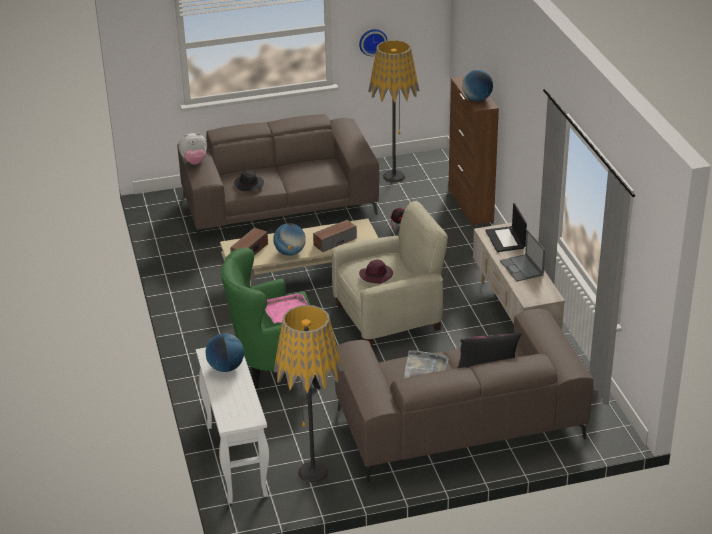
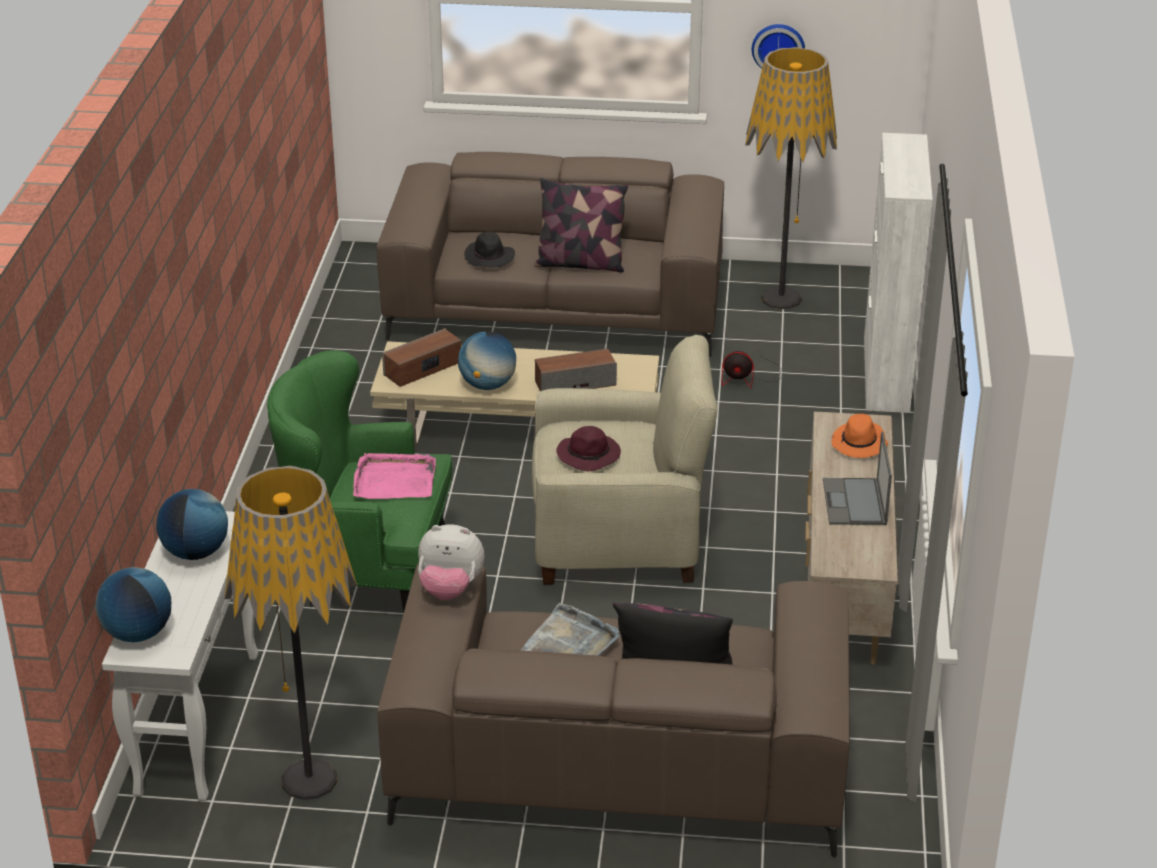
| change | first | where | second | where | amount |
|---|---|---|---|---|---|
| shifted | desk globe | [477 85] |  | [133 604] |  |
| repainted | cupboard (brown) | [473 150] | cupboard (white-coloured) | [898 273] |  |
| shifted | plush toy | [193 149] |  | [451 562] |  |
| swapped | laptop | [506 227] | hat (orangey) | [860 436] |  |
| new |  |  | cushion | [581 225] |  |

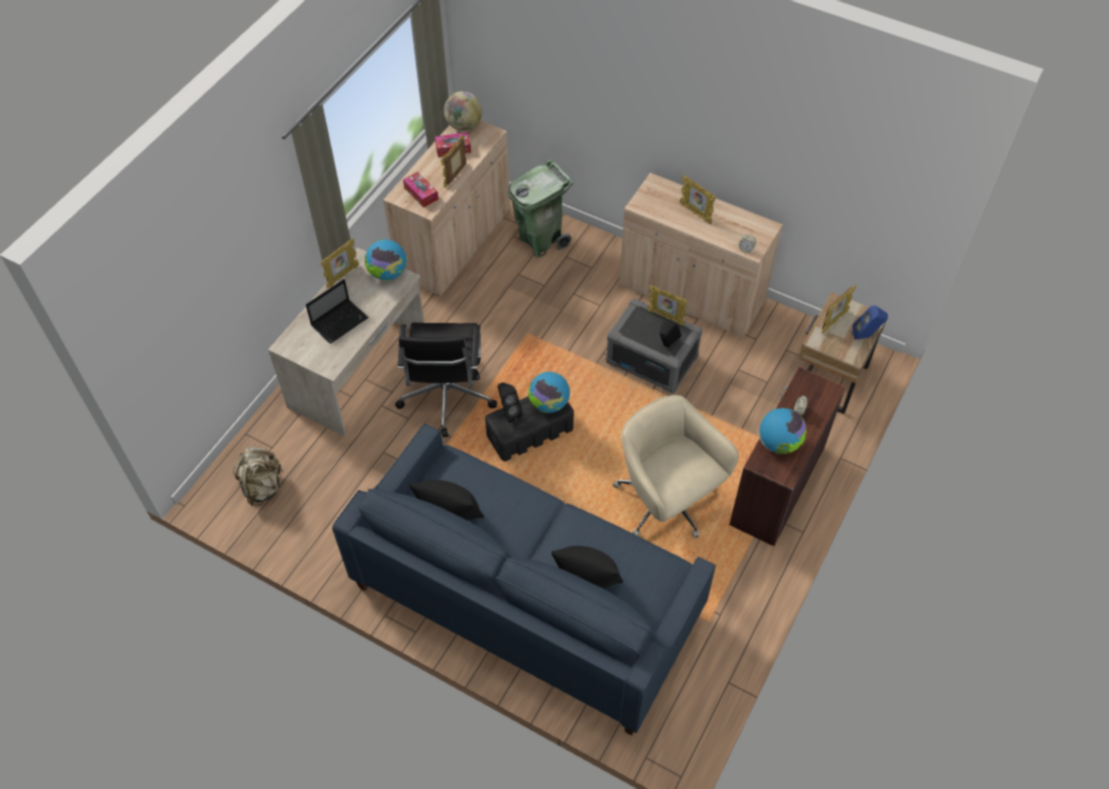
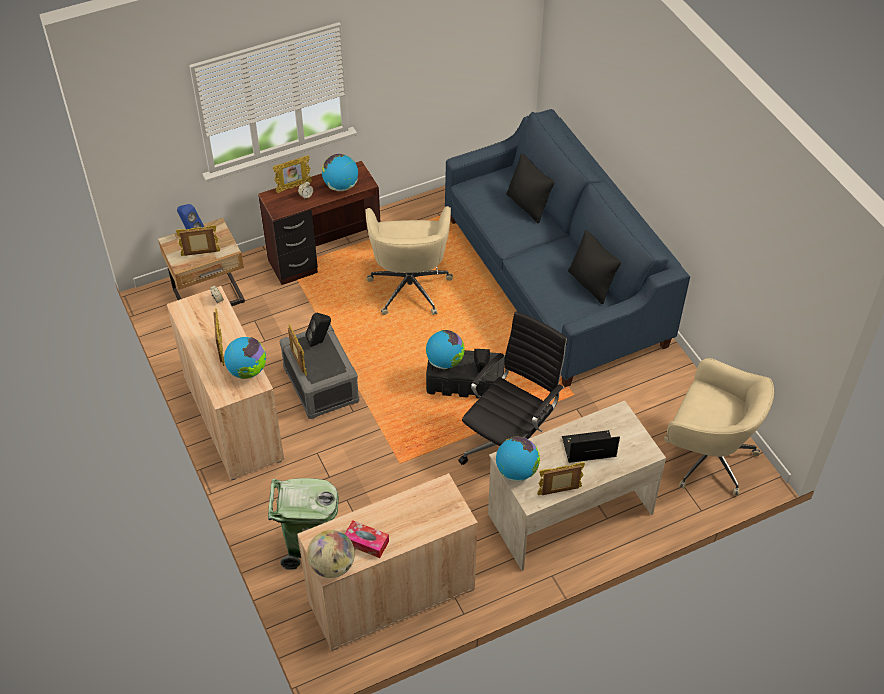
| change | first | where | second | where | amount |
|---|---|---|---|---|---|
| shifted | standing frame | [453 161] |  | [292 174] |  |
| gone | box of tissues | [420 190] |  |  |  |
| swapped | backpack (beige-coloured) | [258 476] | office chair (beige-coloured) | [719 427] |  |
| new |  |  | desk globe | [245 358] |  |

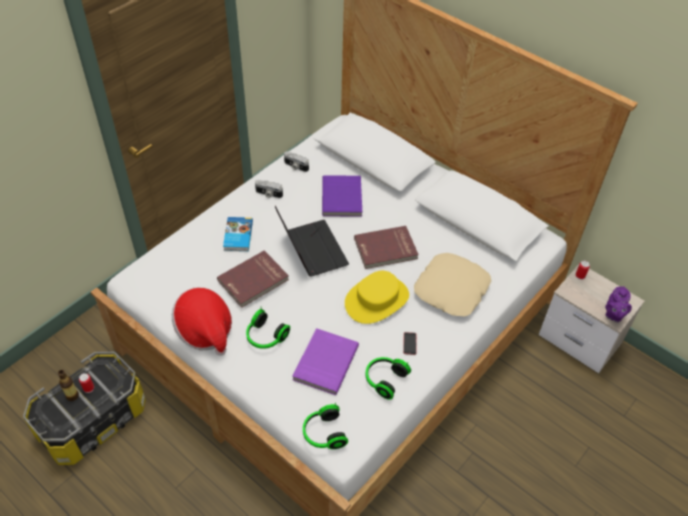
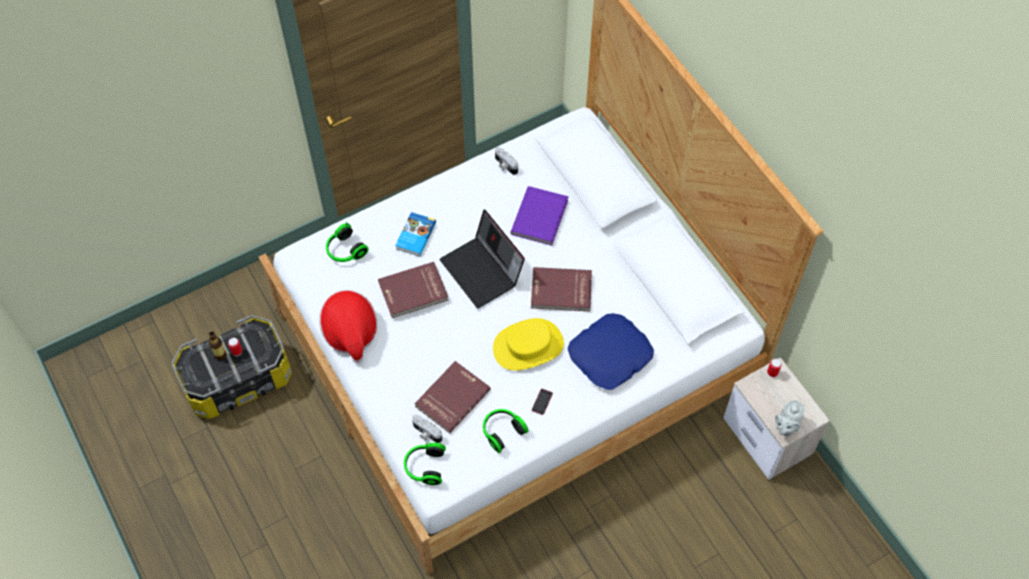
| change | first | where | second | where | amount |
|---|---|---|---|---|---|
| shifted | photo camera | [269 189] |  | [427 429] |  |
| rotated | laptop | [312 241] |  | [482 259] | 150 degrees clockwise |
| repainted | cushion (beige-coloured) | [452 284] | cushion (blue-coloured) | [611 351] |  |
| repainted | tea pot (purple) | [618 304] | tea pot (gray) | [790 418] |  |
| shifted | pair of headphones | [268 327] |  | [347 241] |  |
| repainted | volume (purple) | [325 361] | volume (reddish) | [453 397] |  |

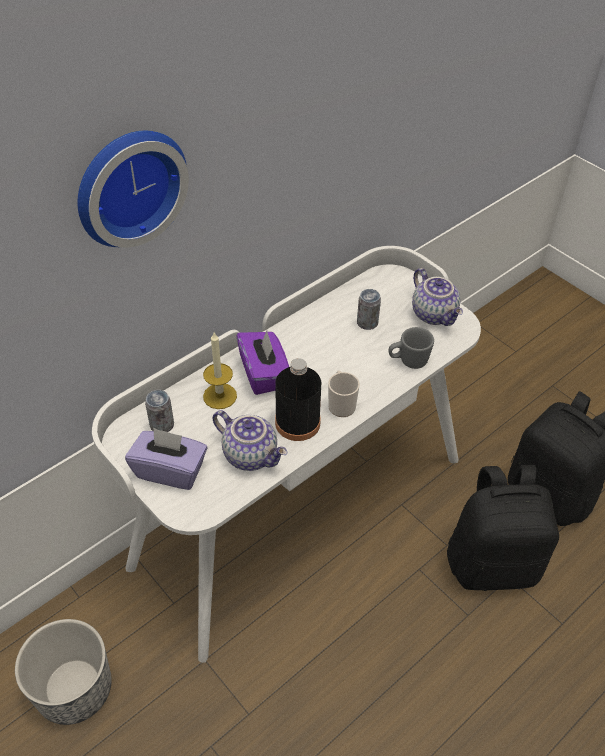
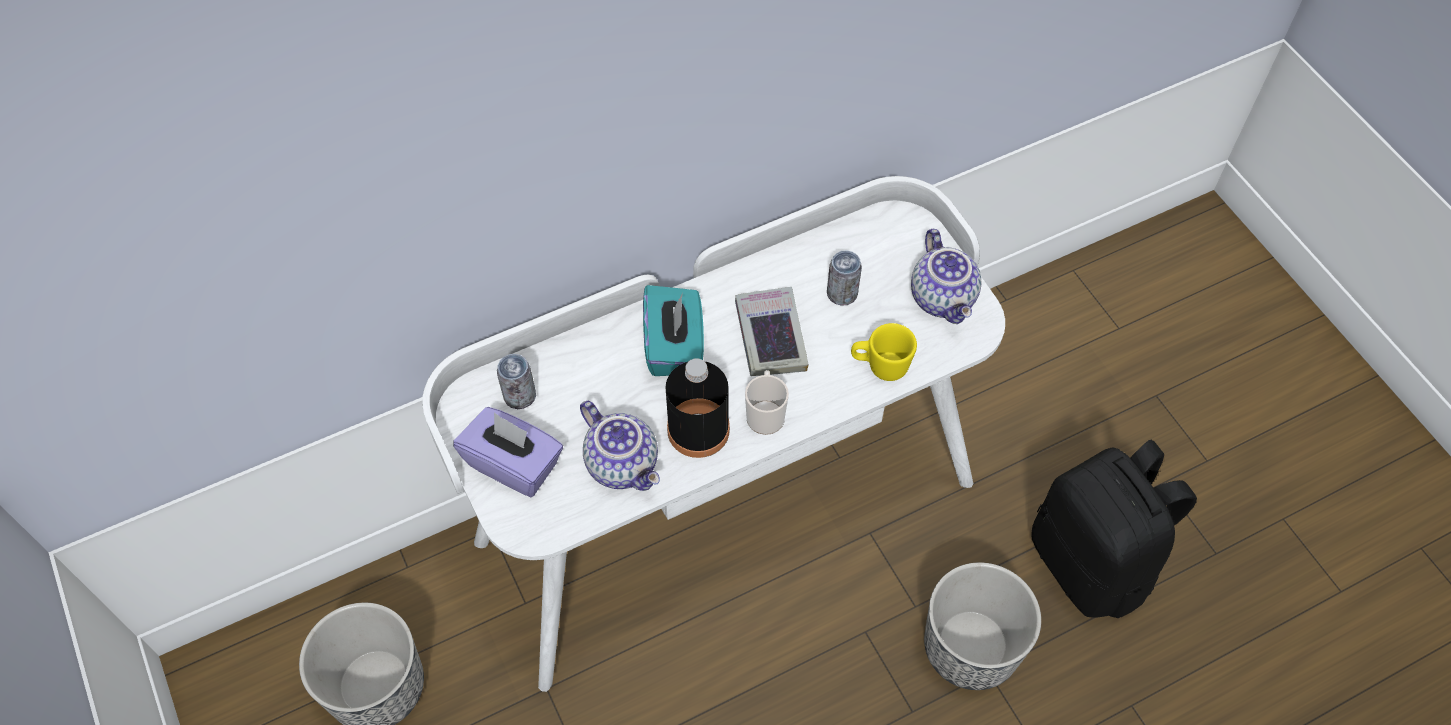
| change | first | where | second | where | amount |
|---|---|---|---|---|---|
| gone | wall clock | [133 189] |  |  |  |
| repainted | tea mug (gray) | [411 348] | tea mug (yellow-coloured) | [884 352] |  |
| repainted | box of tissues (purple) | [262 363] | box of tissues (blue-green) | [673 330] |  |
| gone | candle | [220 371] |  |  |  |
| swapped | backpack (blackish) | [503 528] | planter | [982 626] |  |
| new |  |  | volume | [772 331] |  |

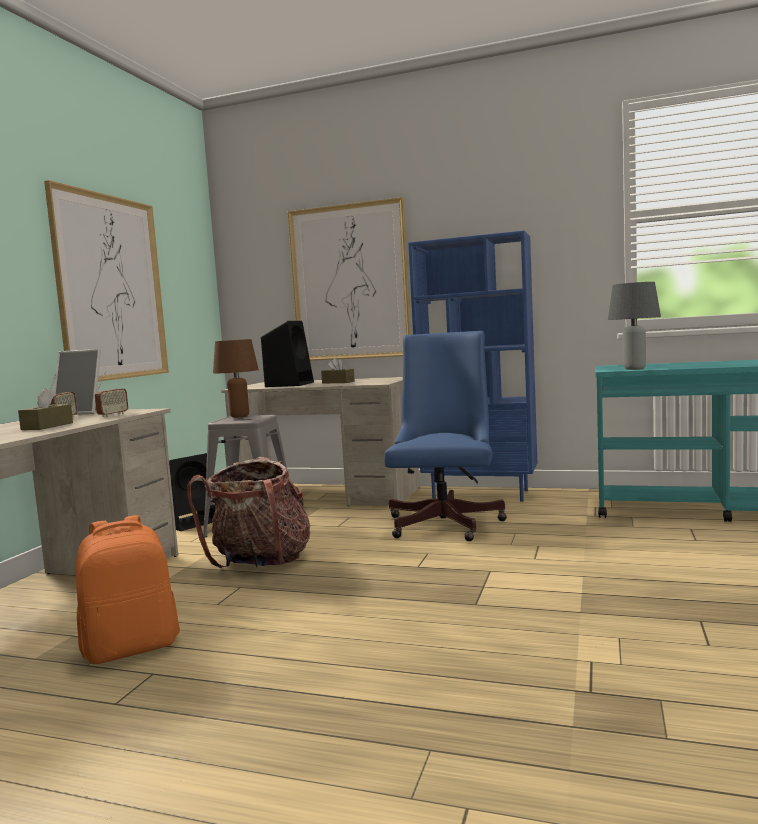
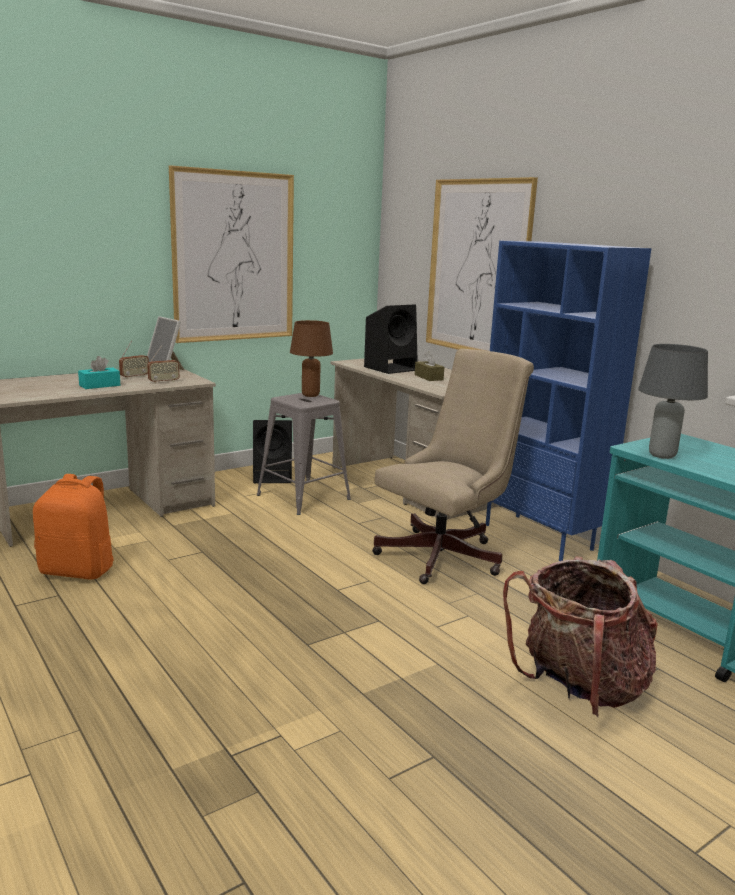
| change | first | where | second | where | amount |
|---|---|---|---|---|---|
| repainted | office chair (blue-coloured) | [445 436] | office chair (beige-coloured) | [453 466] |  |
| repainted | box of tissues (brown) | [45 409] | box of tissues (blue-green) | [99 372] |  |
| shifted | backpack | [249 512] |  | [580 636] |  |

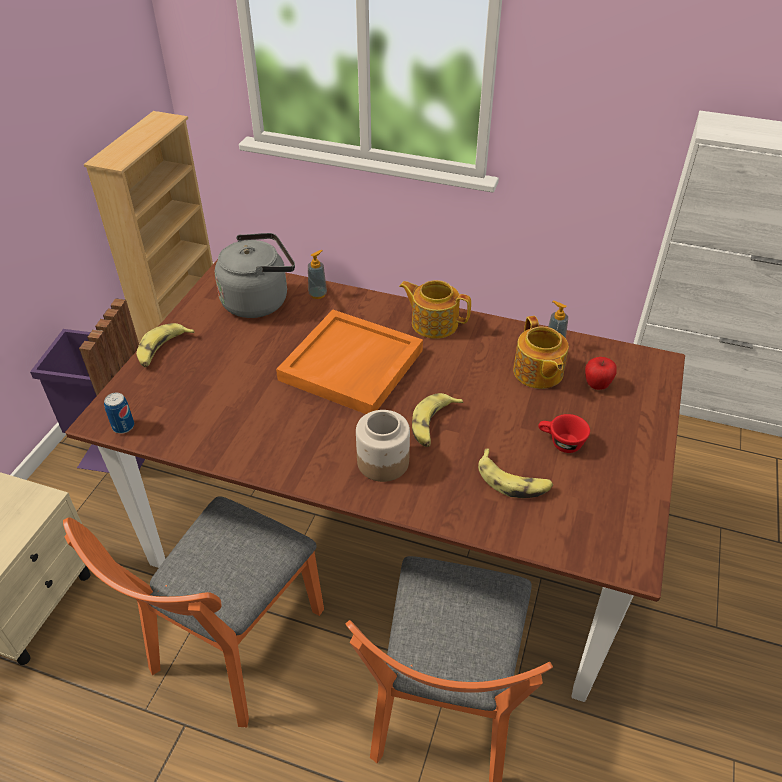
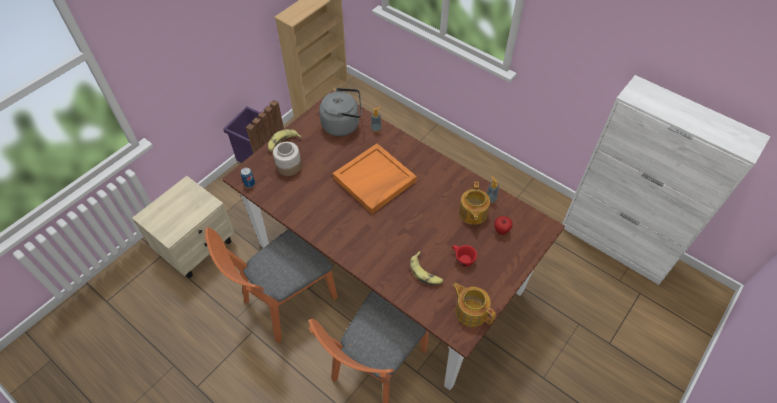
| change | first | where | second | where | amount |
|---|---|---|---|---|---|
| shifted | tea pot | [435 309] |  | [474 305] |  |
| gone | whole banana | [437 420] |  |  |  |
| shifted | jar | [383 446] |  | [287 159] |  |

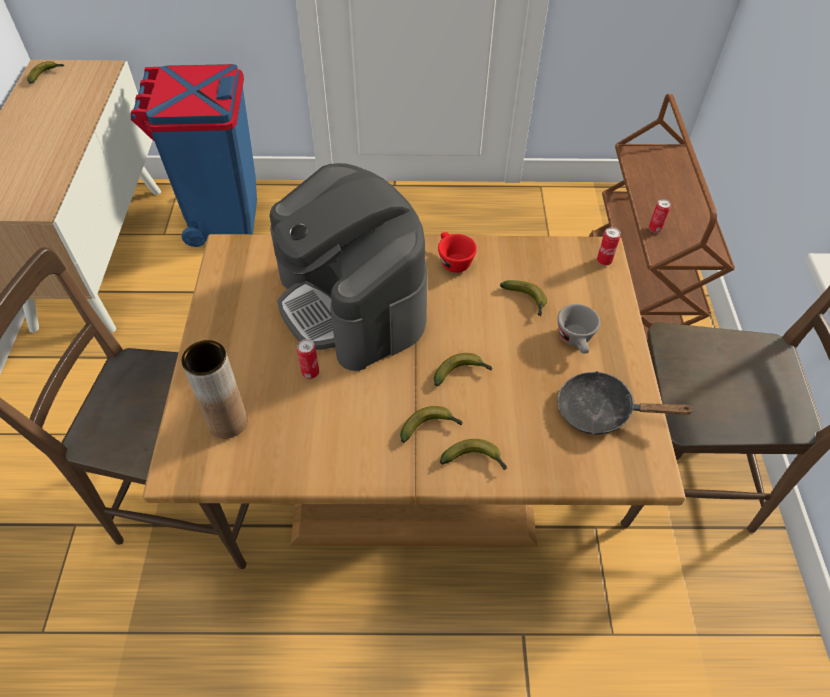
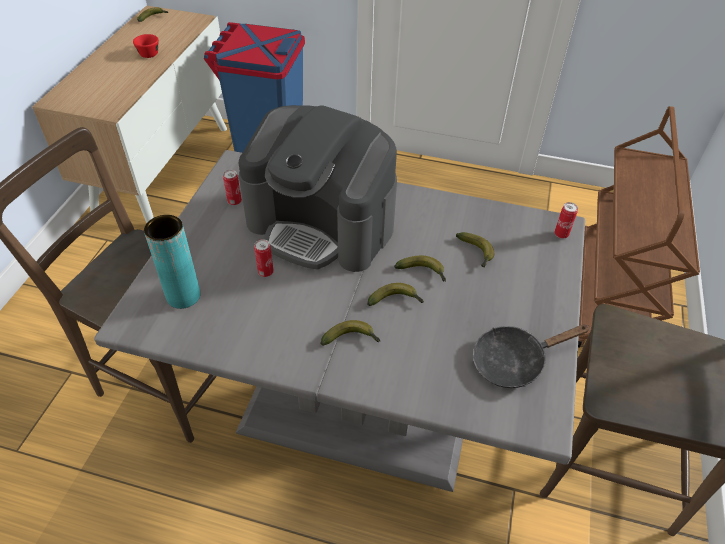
| change | first | where | second | where | amount |
|---|---|---|---|---|---|
| rotated | coffee machine | [348 267] |  | [318 188] | 45 degrees counterclockwise |
| shifted | can | [660 216] |  | [232 187] |  |
| shifted | cup (reddish) | [457 252] |  | [146 46] |  |
| repainted | dinner table (brown) | [414 390] | dinner table (gray) | [339 321] |  |
| gone | cup (gray) | [578 329] |  |  |  |
| repainted | flower vase (brown) | [214 389] | flower vase (blue-green) | [172 262] |  |
| rotated | skillet (blackish) | [626 403] |  | [531 356] | 45 degrees counterclockwise |
| shifted | whole banana | [473 454] |  | [420 268] |  |

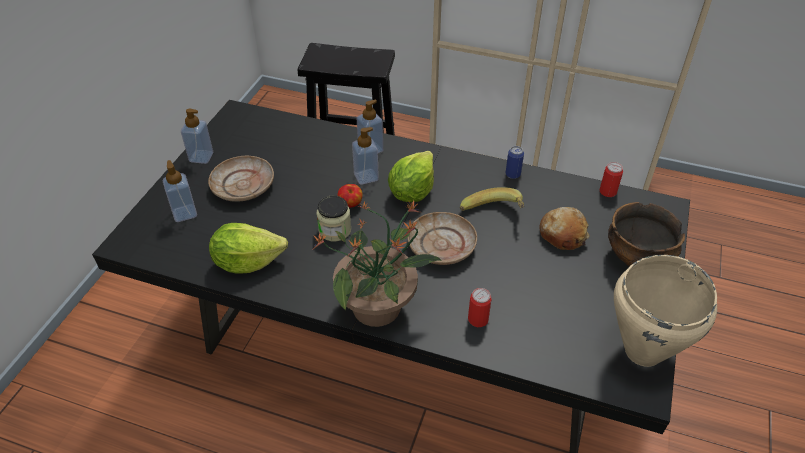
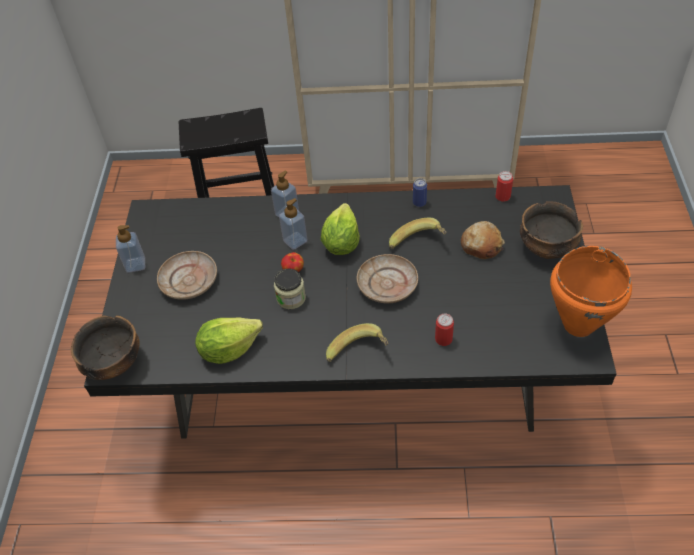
| change | first | where | second | where | amount |
|---|---|---|---|---|---|
| gone | soap bottle | [180 191] |  |  |  |
| swapped | houseplant | [377 263] | whole banana | [357 342] |  |
| repainted | stockpot (beige-coloured) | [665 311] | stockpot (orangey) | [591 291] |  |
| new |  |  | bowl | [105 347] |  |

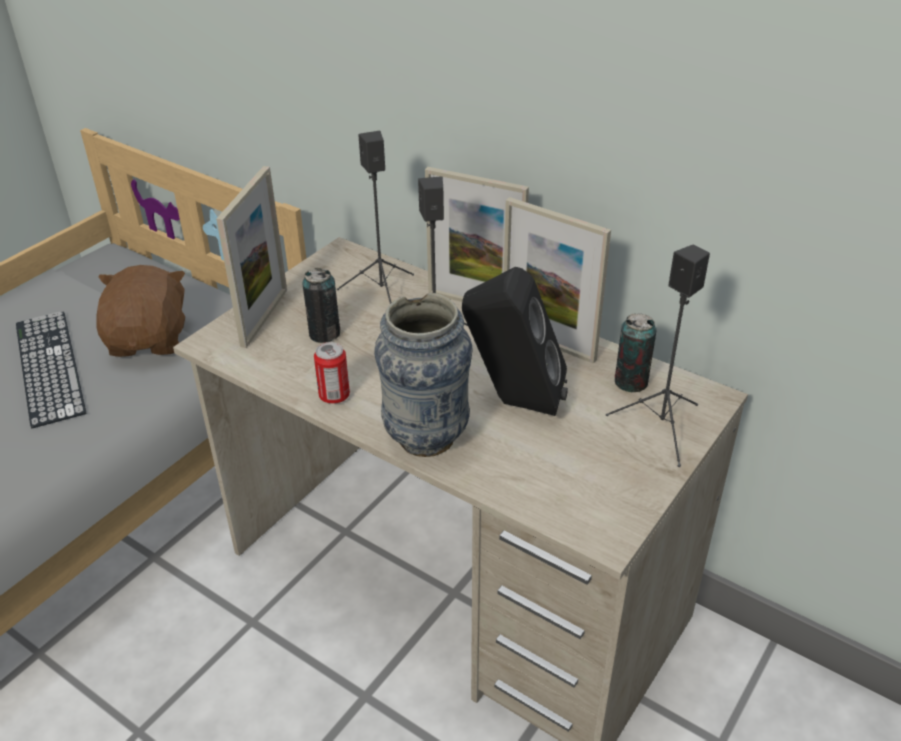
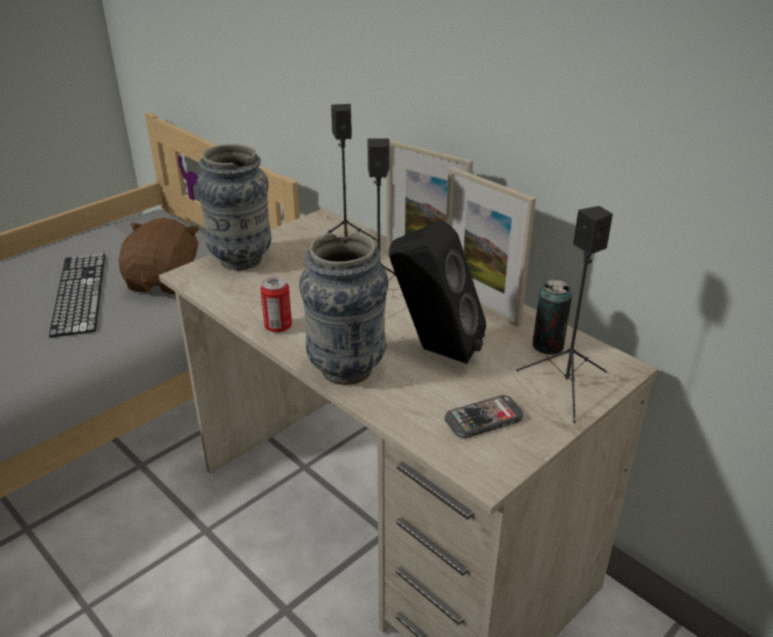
| change | first | where | second | where | amount |
|---|---|---|---|---|---|
| swapped | standing frame | [251 257] | flower vase | [233 207] |  |
| gone | can | [321 305] |  |  |  |
| new |  |  | telephone | [484 417] |  |

